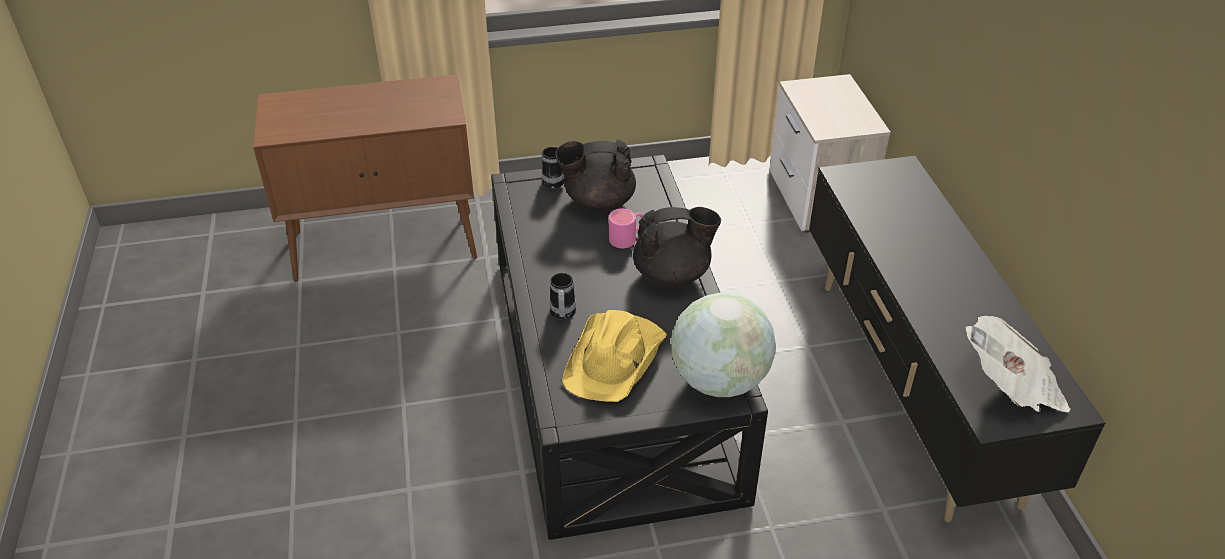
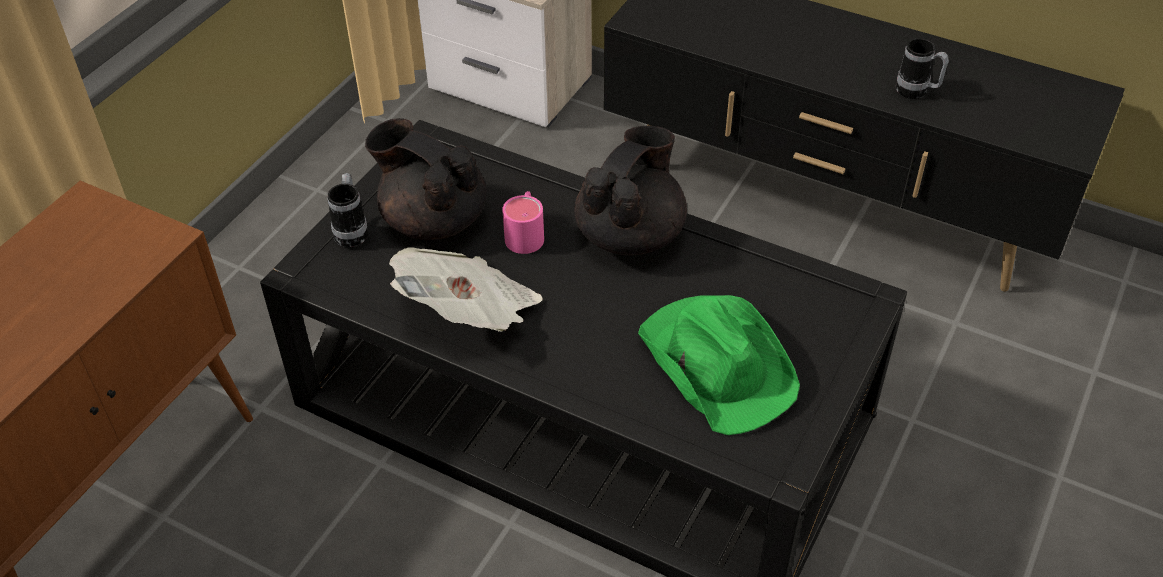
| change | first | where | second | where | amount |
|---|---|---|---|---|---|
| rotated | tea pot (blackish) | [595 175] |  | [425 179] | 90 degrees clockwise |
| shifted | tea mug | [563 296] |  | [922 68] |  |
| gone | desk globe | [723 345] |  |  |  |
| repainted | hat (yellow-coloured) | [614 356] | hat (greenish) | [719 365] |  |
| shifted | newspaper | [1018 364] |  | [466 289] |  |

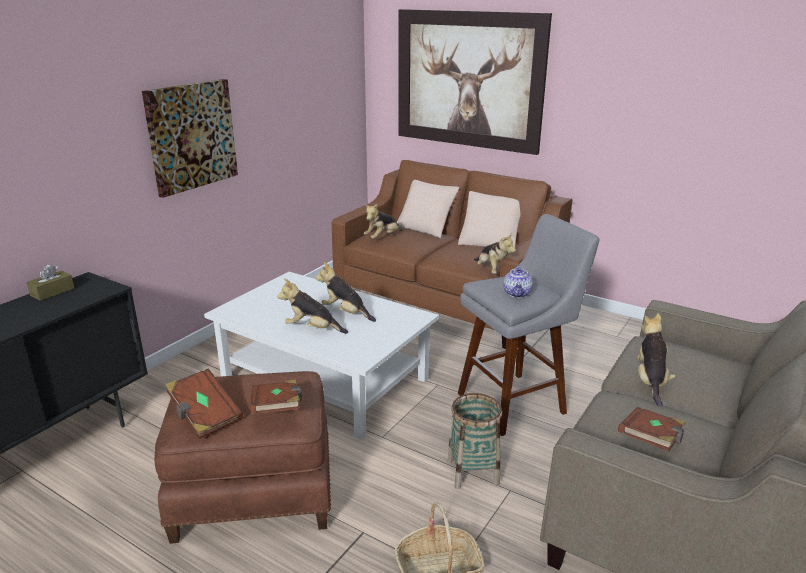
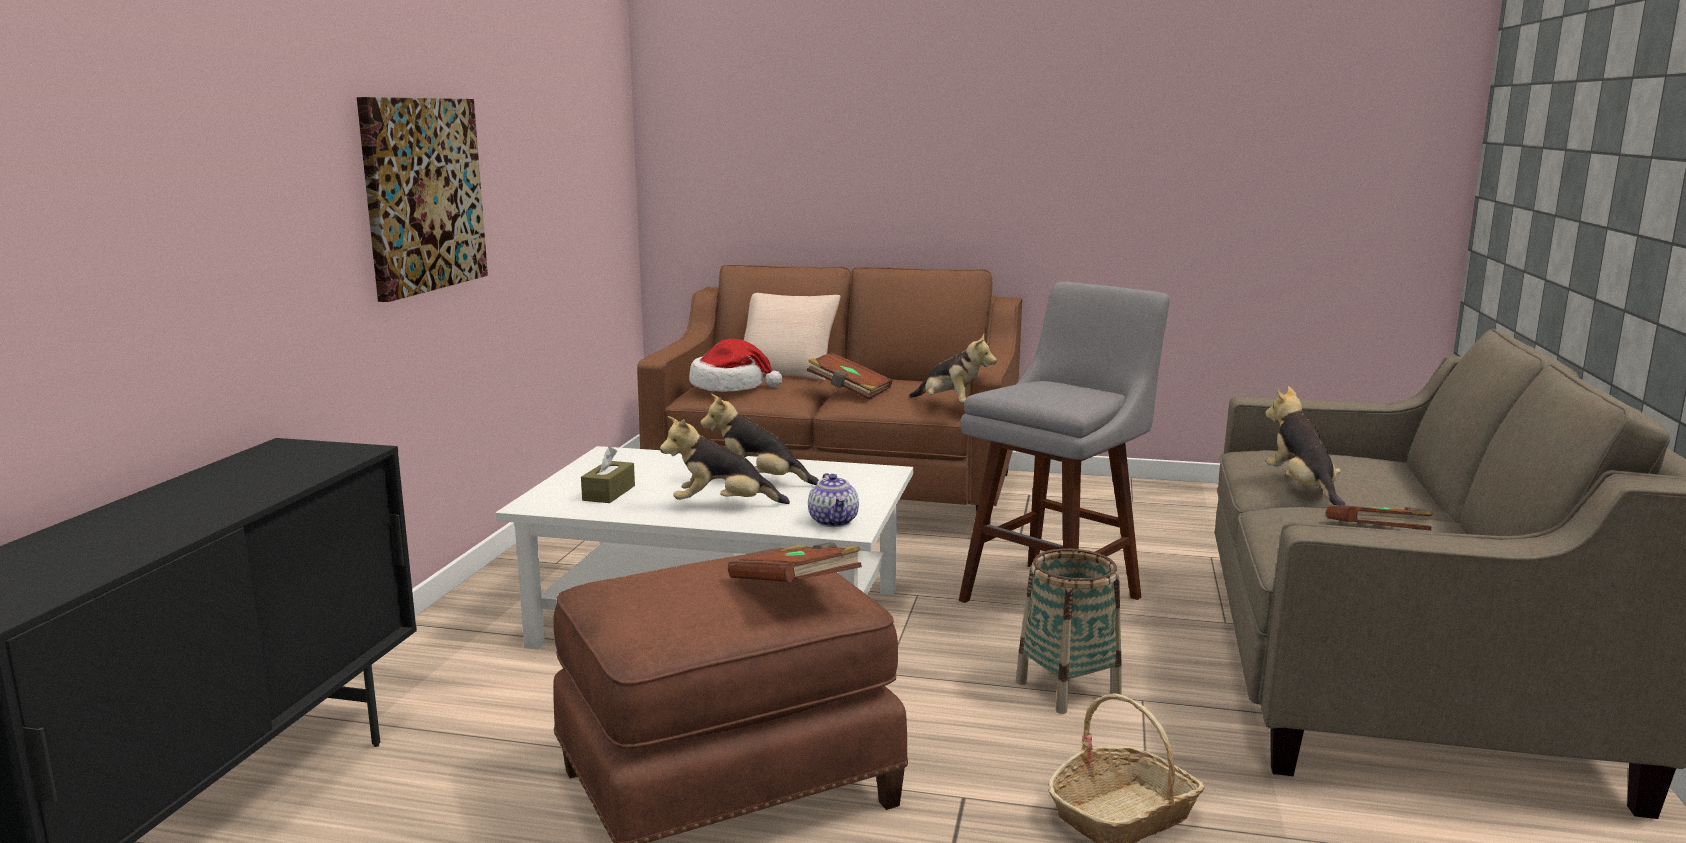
| change | first | where | second | where | amount |
|---|---|---|---|---|---|
| gone | wall art | [475 82] |  |  |  |
| gone | cushion (beige-coloured) | [489 219] |  |  |  |
| swapped | plush toy | [383 221] | hat | [735 365] |  |
| shifted | box of tissues (brown) | [50 283] |  | [608 474] |  |
| shifted | tea pot | [518 281] |  | [833 500] |  |
| shifted | volume (brown) | [204 404] |  | [849 376] |  |

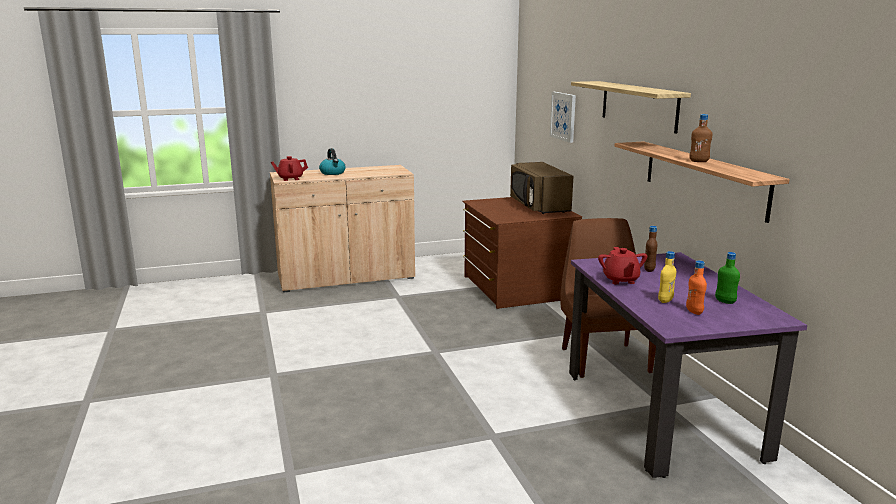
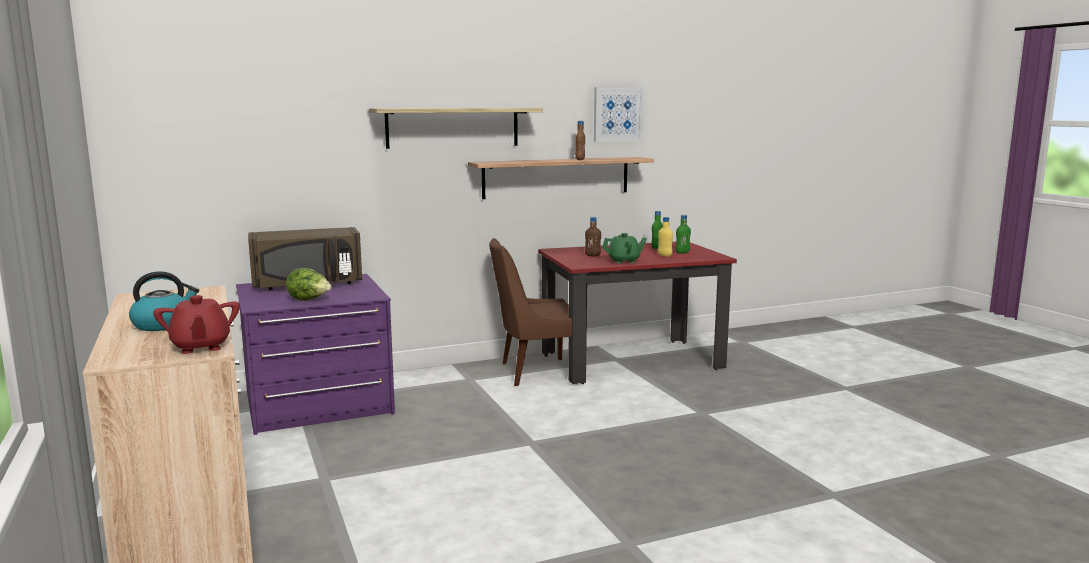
| change | first | where | second | where | amount |
|---|---|---|---|---|---|
| shifted | wall art | [563 117] |  | [618 114] |  |
| repainted | dresser (brown) | [522 253] | dresser (purple) | [315 354] |  |
| repainted | tea pot (reddish) | [622 265] | tea pot (greenish) | [624 248] |  |
| repainted | dinner table (purple) | [688 365] | dinner table (reddish) | [637 313] |  |
| repainted | drink bottle (orangey) | [696 287] | drink bottle (greenish) | [683 234] |  |
| new |  |  | head of lettuce | [309 284] |  |

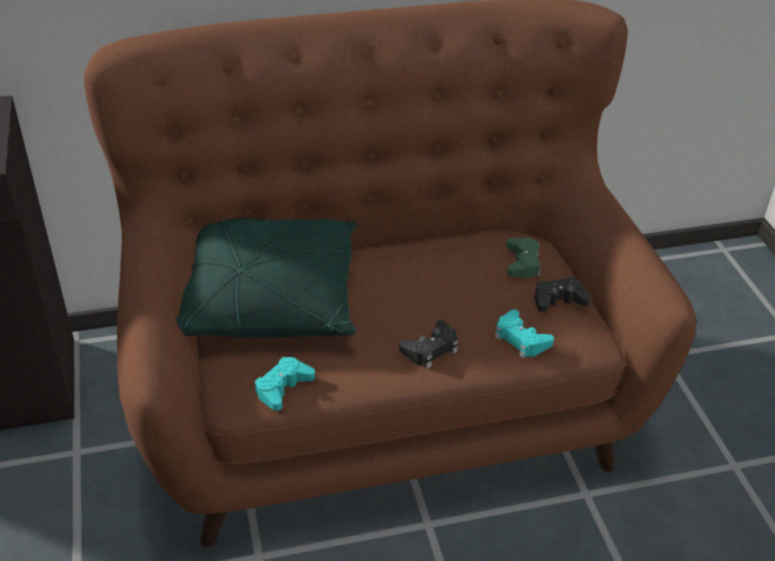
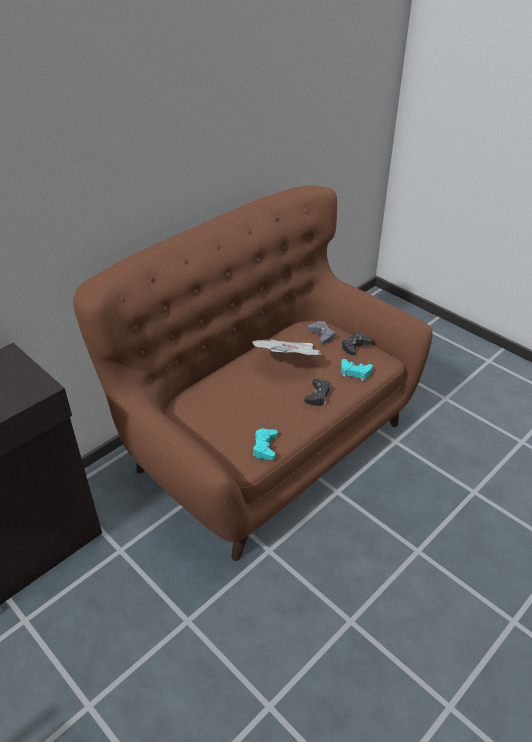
| change | first | where | second | where | amount |
|---|---|---|---|---|---|
| gone | cushion (greenish) | [266 278] |  |  |  |
| repainted | gamepad (greenish) | [523 258] | gamepad (gray) | [321 332] |  |
| new |  |  | newspaper | [287 347] |  |

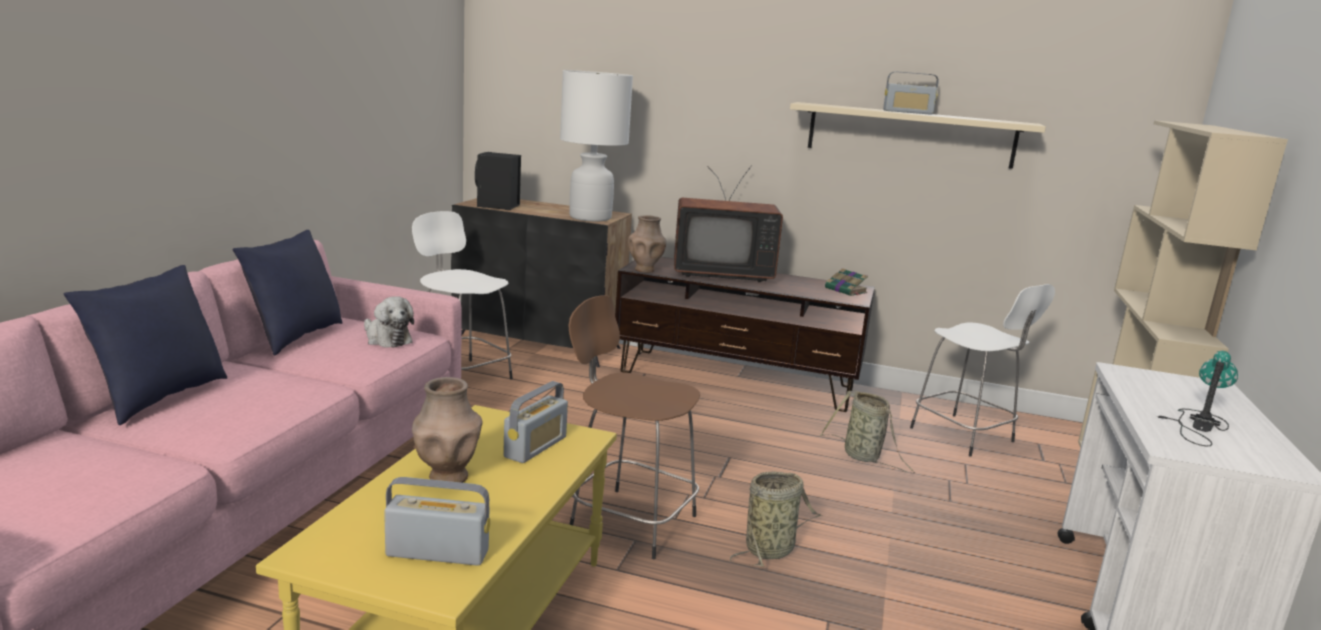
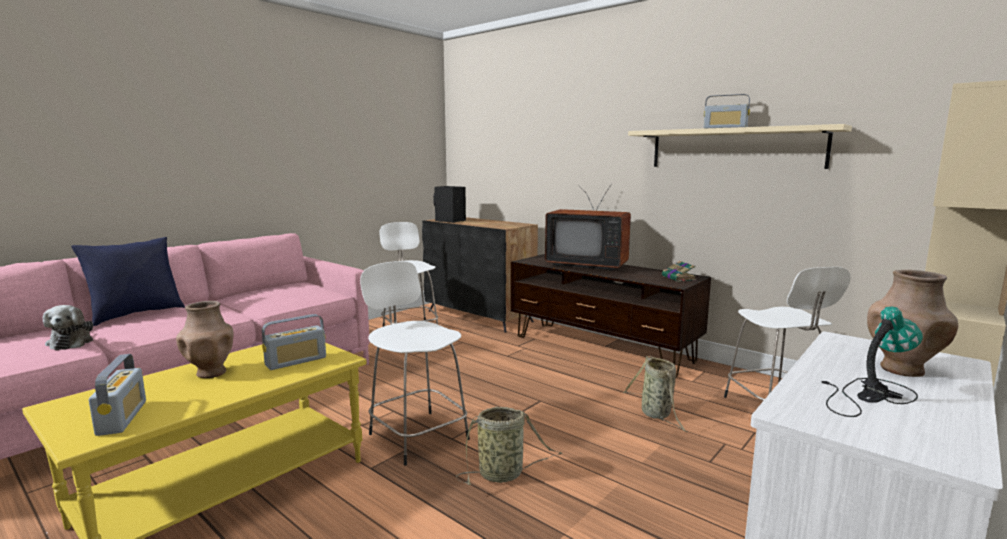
| change | first | where | second | where | amount |
|---|---|---|---|---|---|
| gone | lamp for a table (white-coloured) | [596 145] |  |  |  |
| shifted | flower vase (brown) | [647 244] |  | [912 323] |  |
| gone | cushion (blue-coloured) | [288 292] |  |  |  |
| repainted | sitting stool (brown) | [634 427] | sitting stool (white-coloured) | [415 363] |  |
| shifted | plush toy | [389 322] |  | [68 327] |  |
| rotated | radio set | [437 521] |  | [117 395] | 45 degrees clockwise |

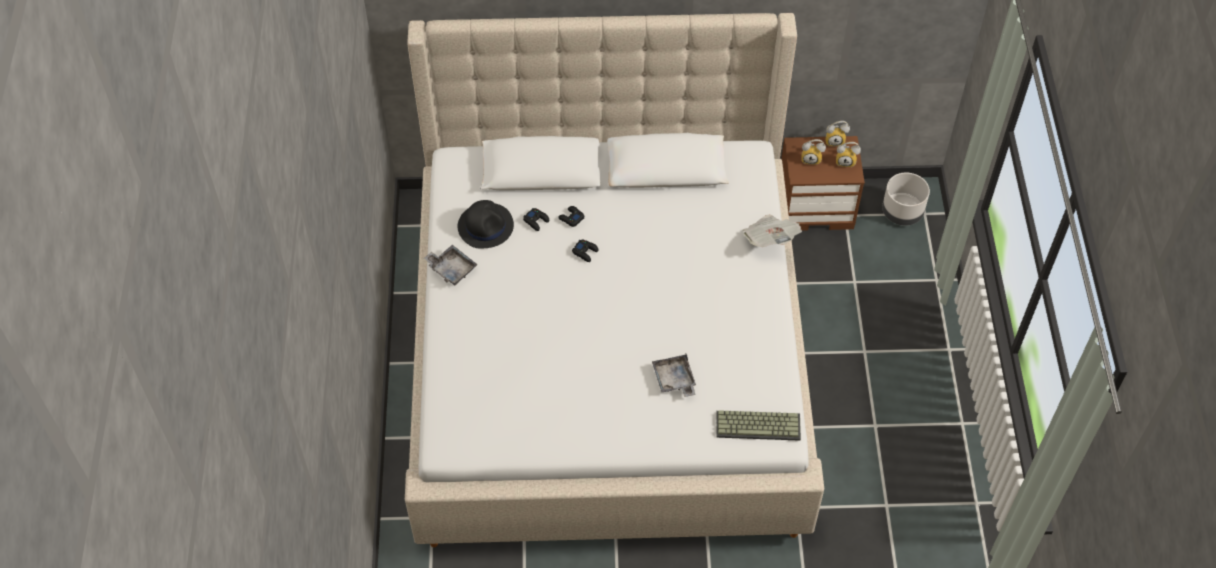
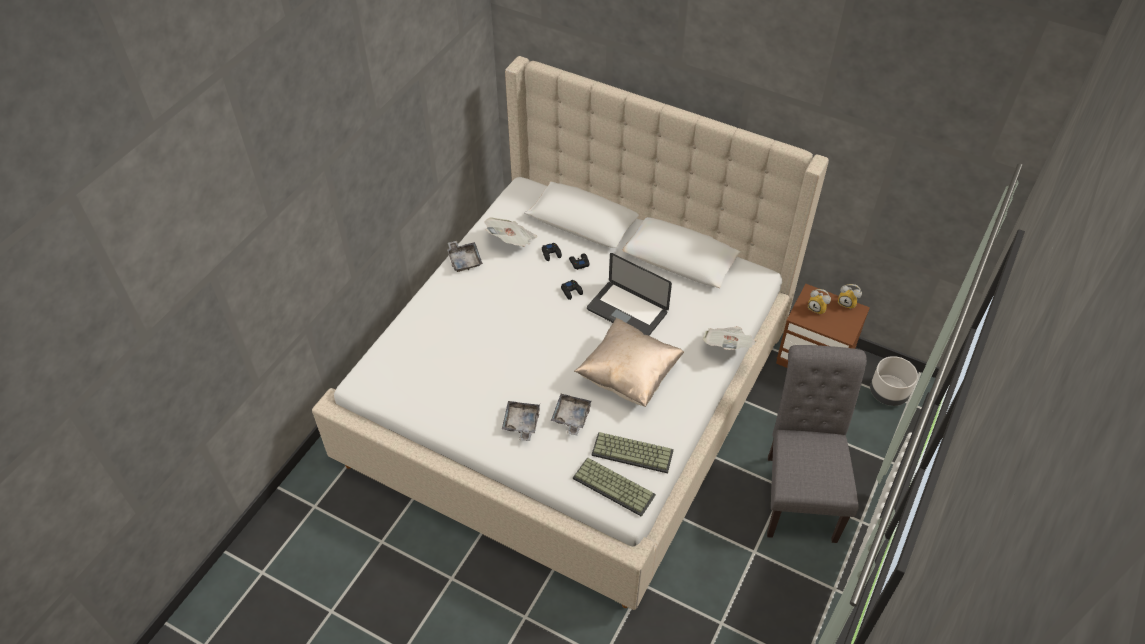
| change | first | where | second | where | amount |
|---|---|---|---|---|---|
| gone | table clock | [848 155] |  |  |  |
| swapped | hat (blackish) | [486 224] | newspaper | [511 232] |  |
| new |  |  | laptop | [629 294] |  |
| new |  |  | cushion (beige-coloured) | [629 362] |  |
| new |  |  | plain chair (gray) | [817 444] |  |
| new |  |  | serving tray (gray) | [521 421] |  |
| new |  |  | PC keyboard | [632 453] |  |

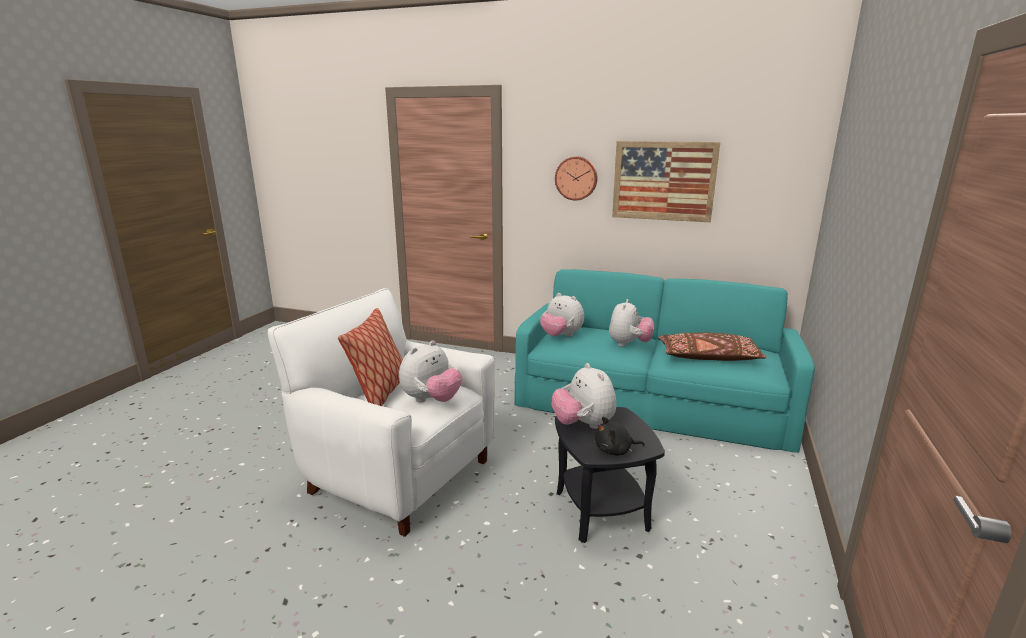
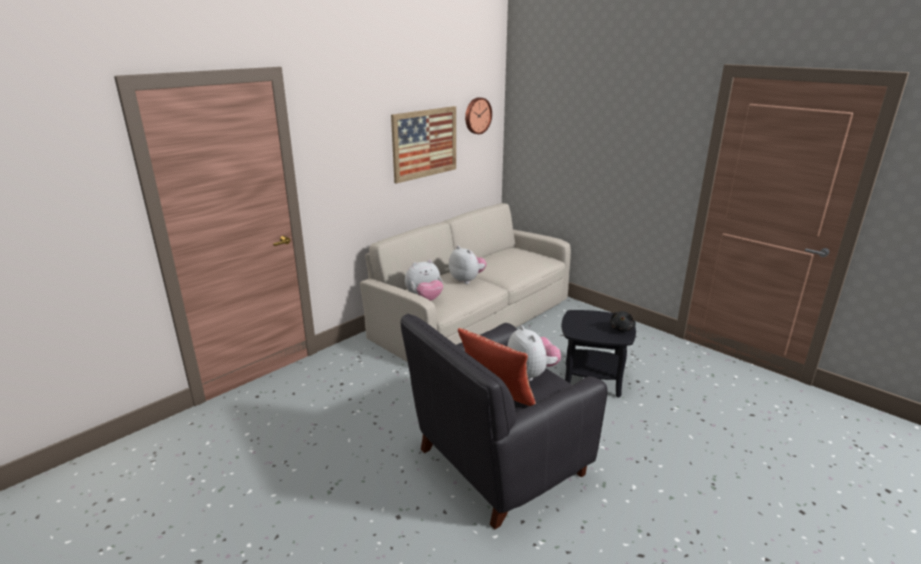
| change | first | where | second | where | amount |
|---|---|---|---|---|---|
| shifted | wall clock | [576 178] |  | [478 115] |  |
| repainted | sofa (blue-green) | [665 361] | sofa (beige-coloured) | [465 282] |  |
| repainted | lounge chair (white-coloured) | [381 412] | lounge chair (blackish) | [504 421] |  |
| gone | cushion (brown) | [712 346] |  |  |  |
| gone | plush toy | [584 396] |  |  |  |

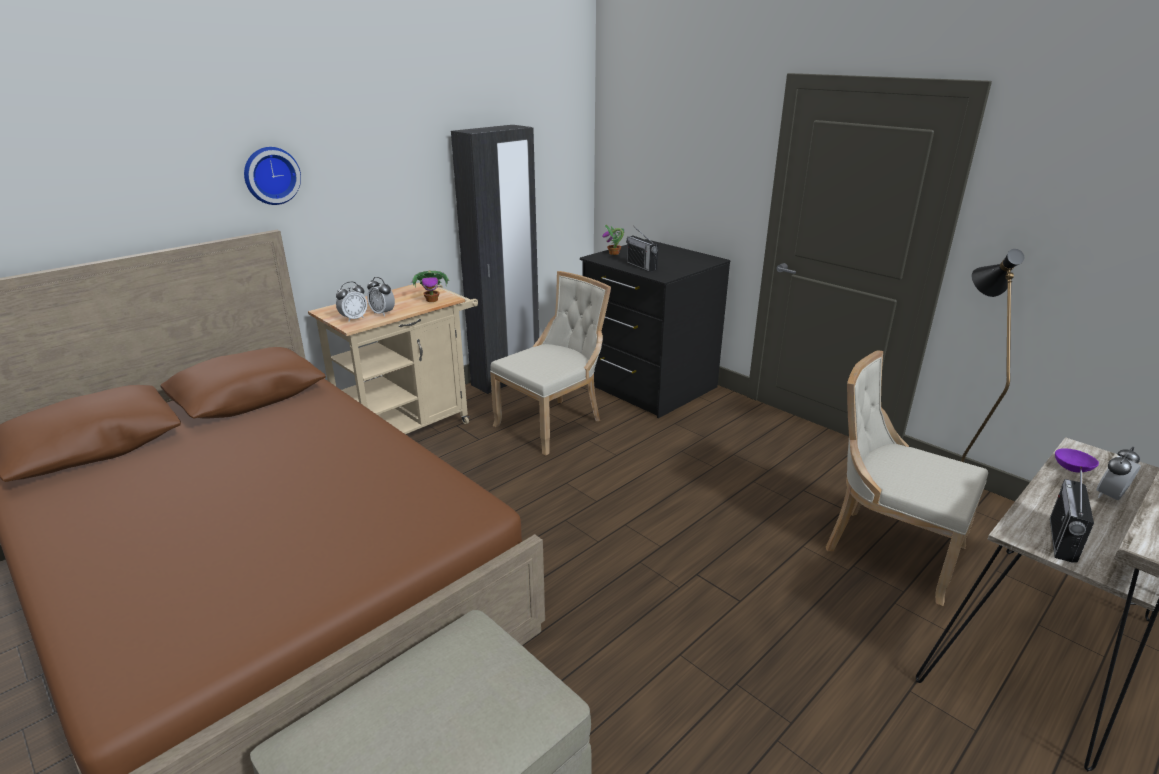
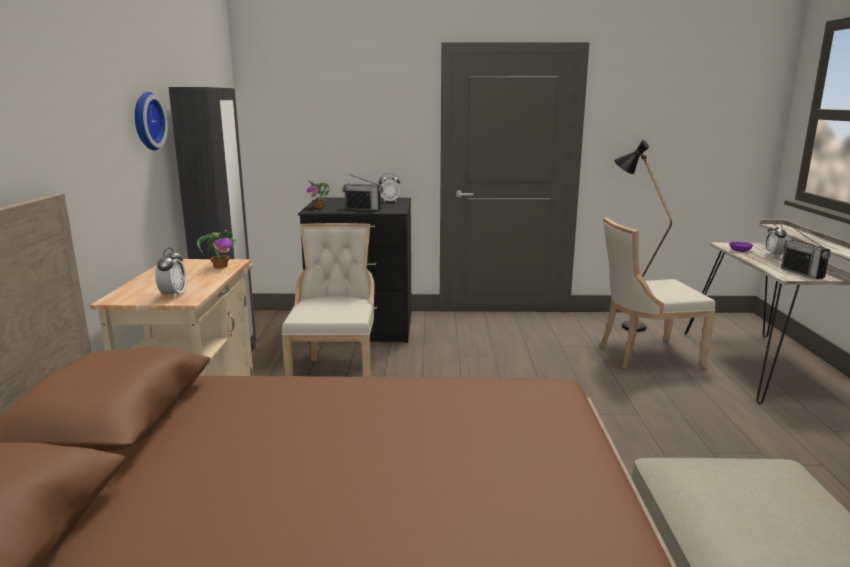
| change | first | where | second | where | amount |
|---|---|---|---|---|---|
| shifted | wall clock | [272 176] |  | [151 121] |  |
| shifted | table clock | [381 297] |  | [389 187] |  |

